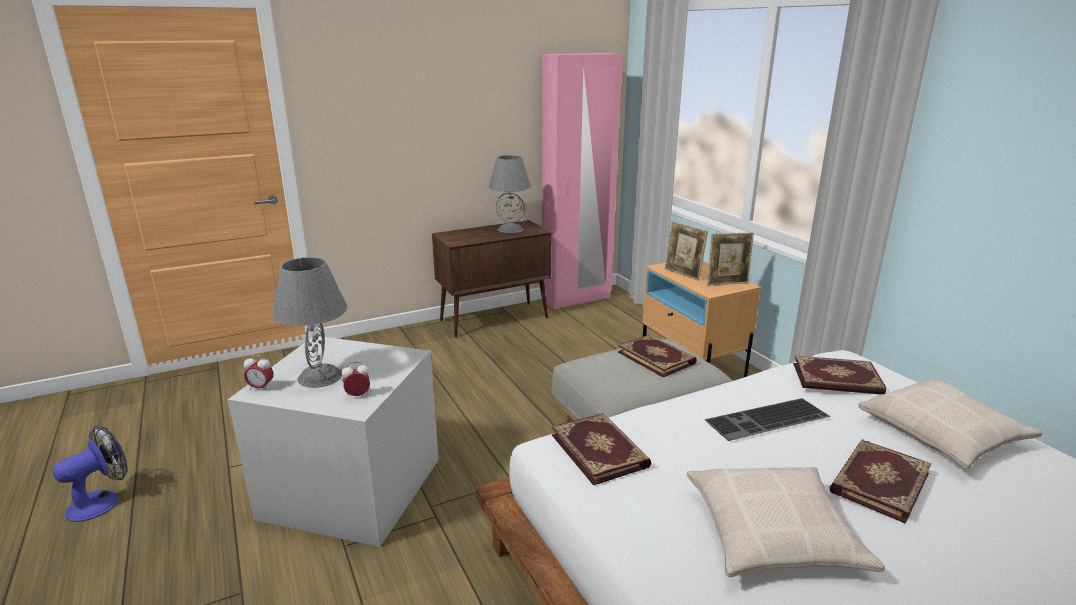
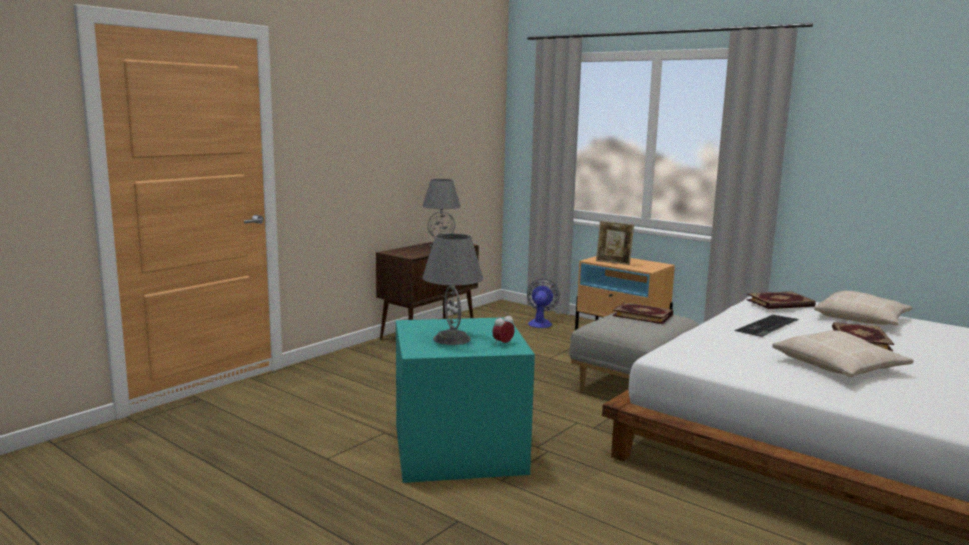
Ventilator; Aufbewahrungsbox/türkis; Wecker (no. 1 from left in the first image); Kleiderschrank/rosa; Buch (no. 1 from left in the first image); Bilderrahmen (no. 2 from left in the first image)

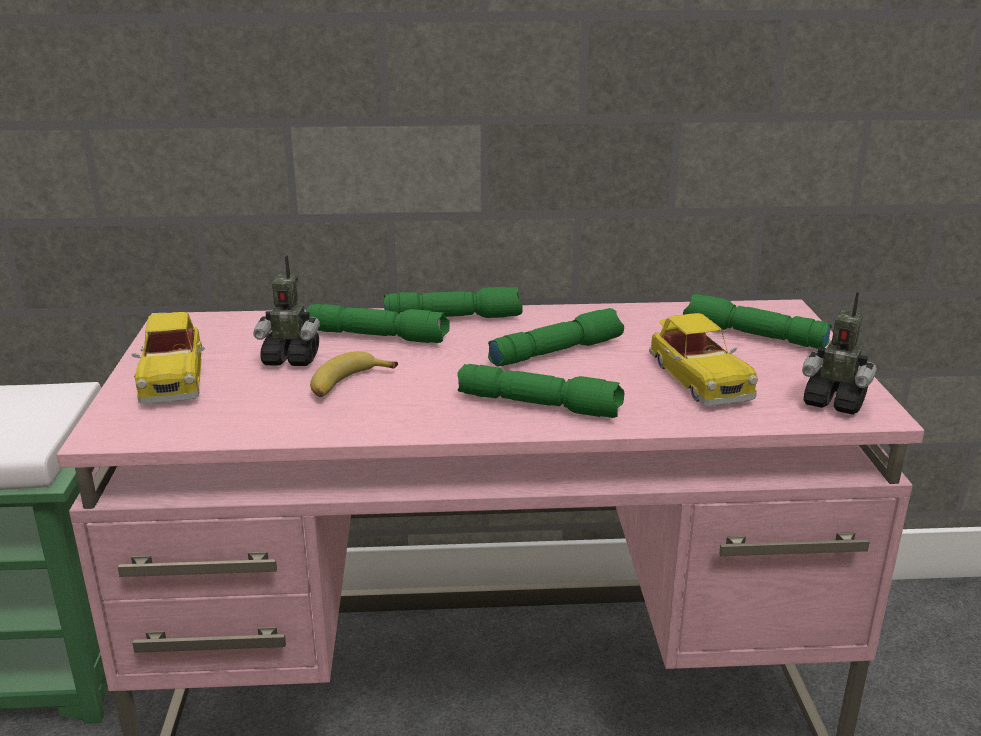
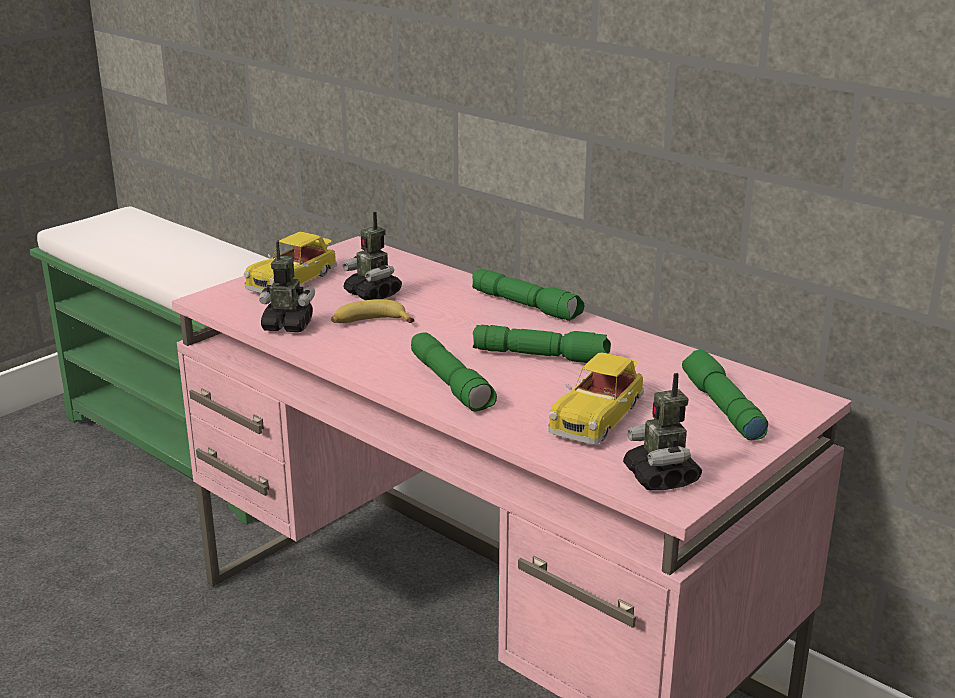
Taschenlampe/grün (no. 1 from left in the first image); Spielzeugroboter (no. 1 from left)

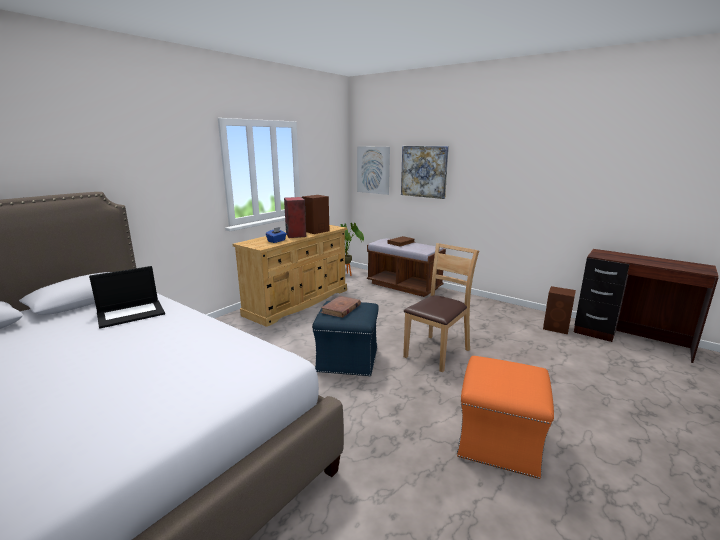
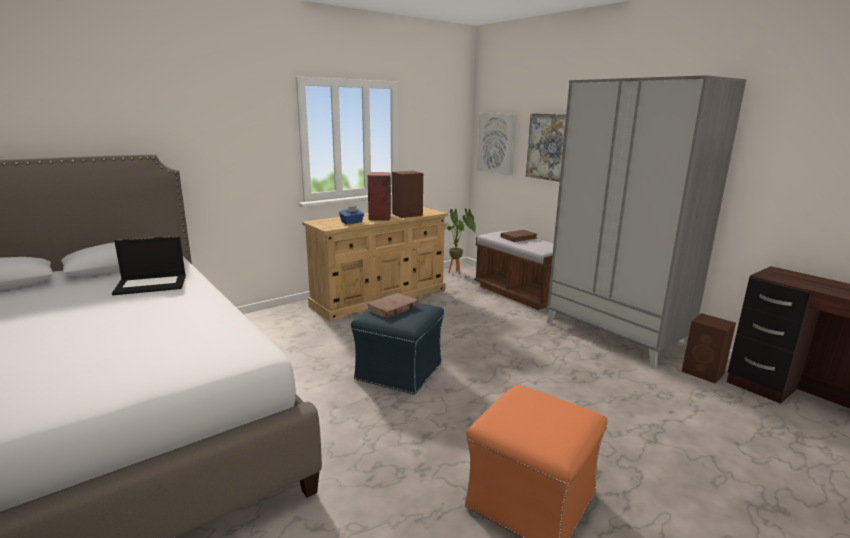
Stuhl/braun; Kleiderschrank/grau

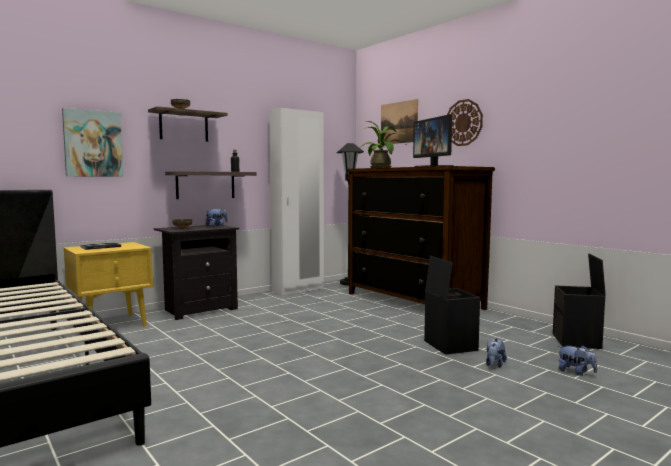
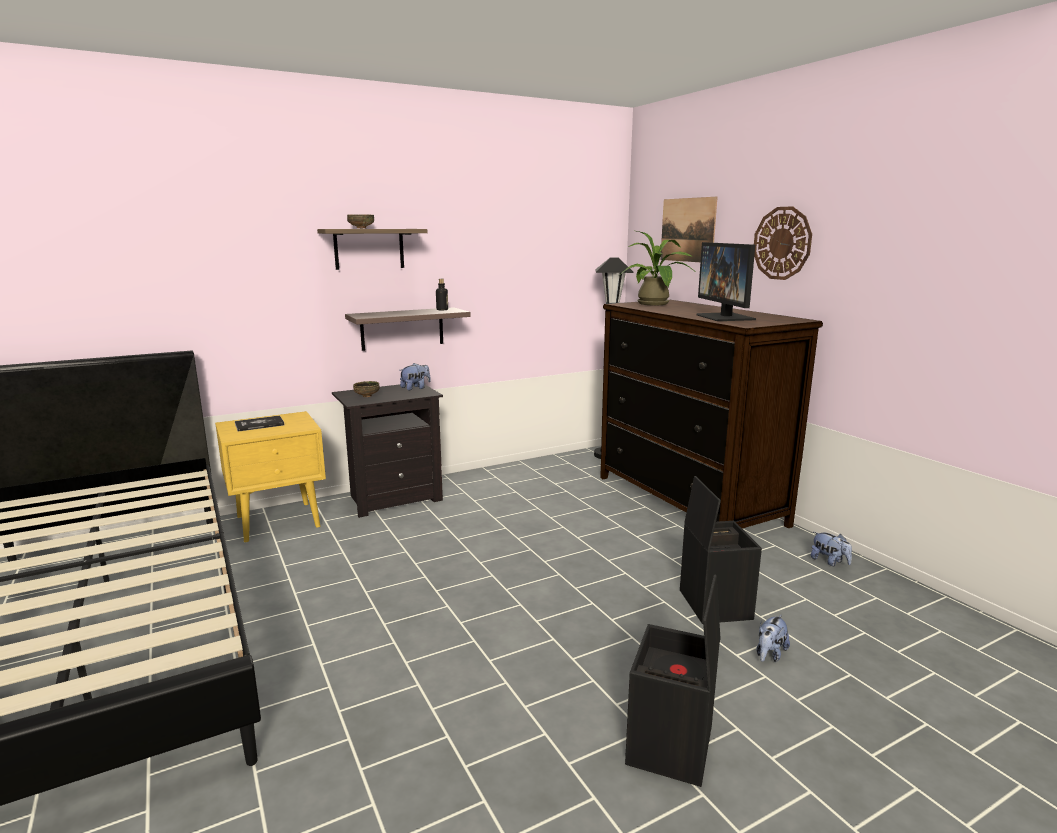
Bild (no. 1 from left in the first image); Kleiderschrank/weiß; Aufbewahrungsbox/schwarz (no. 1 from left); Plüschtier (no. 3 from left)

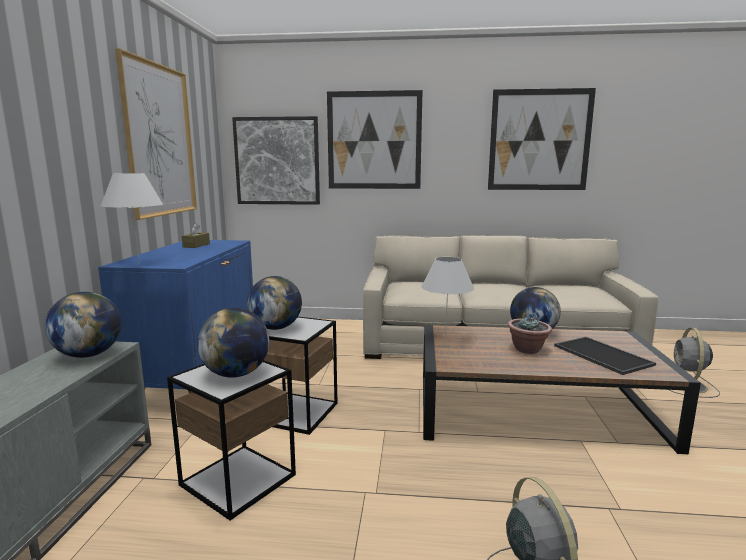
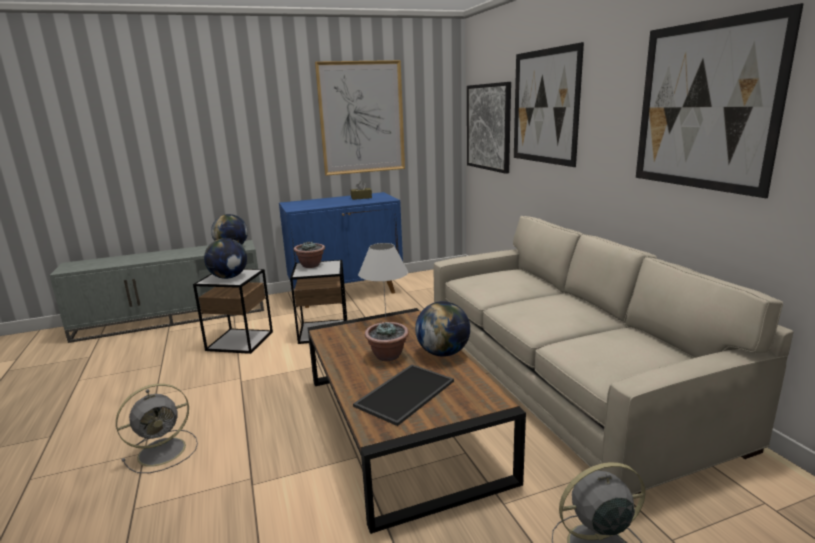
Tischlampe/weiß (no. 1 from left in the first image); Topfpflanze (no. 1 from left)

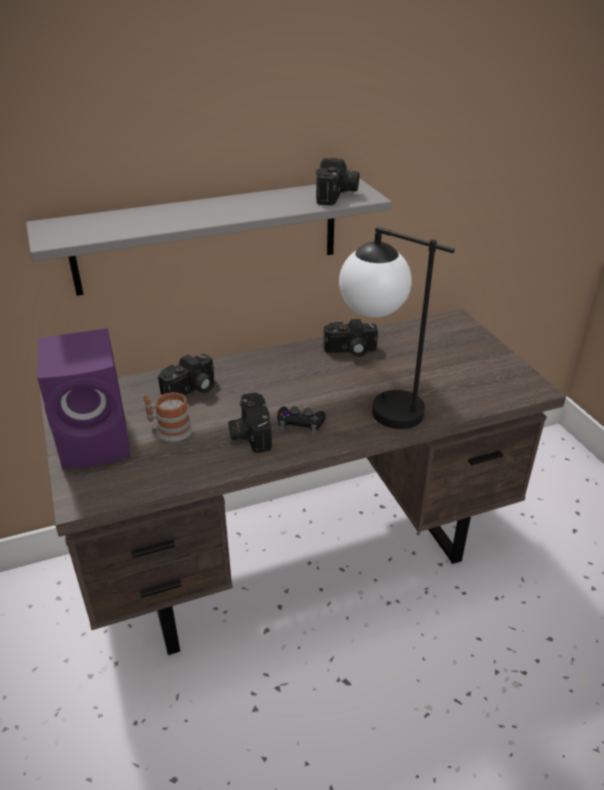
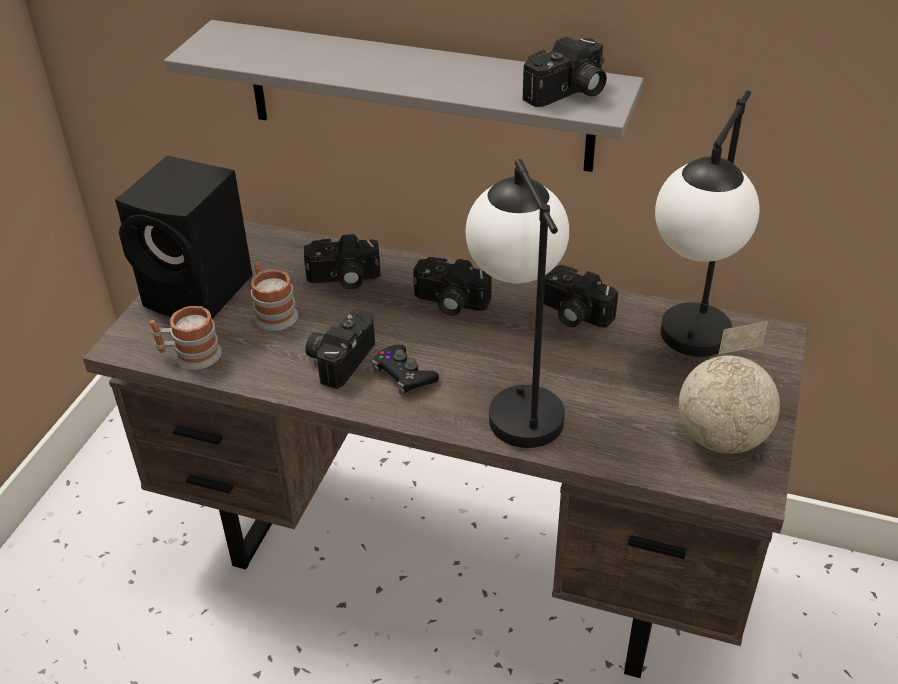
Lautsprecher/schwarz; Henkelbecher (no. 1 from left); Kamera (no. 3 from left); Tischlampe (no. 2 from left); Globus

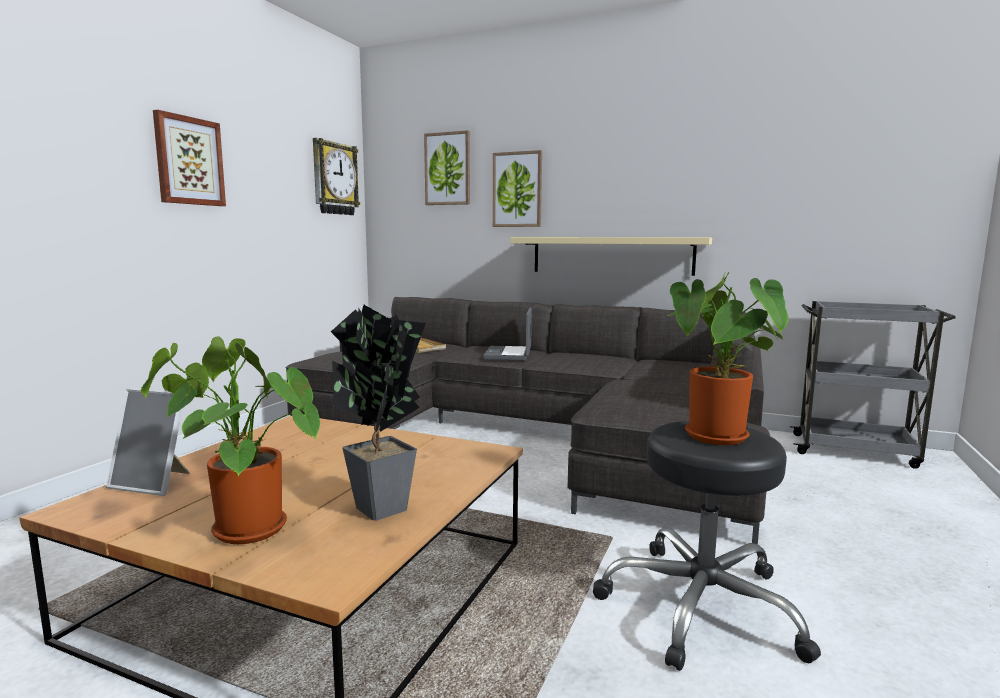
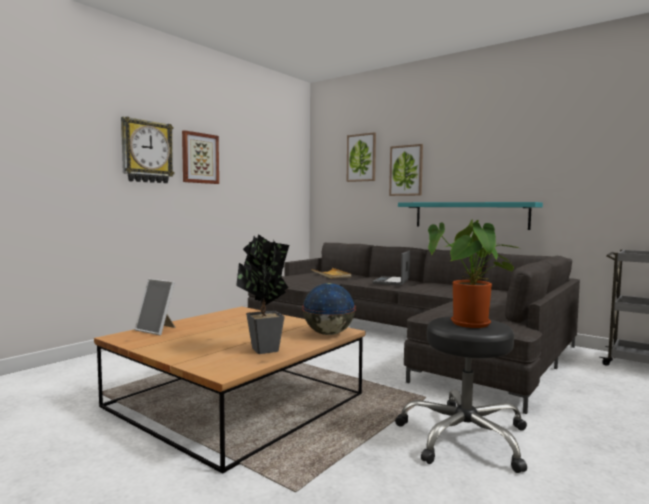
Topfpflanze (no. 1 from left in the first image); Wanduhr; Wandregal/türkis; Globus

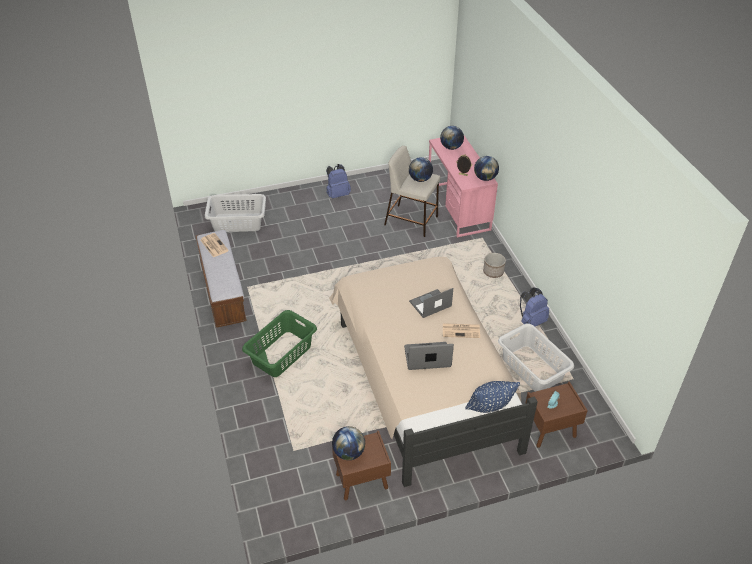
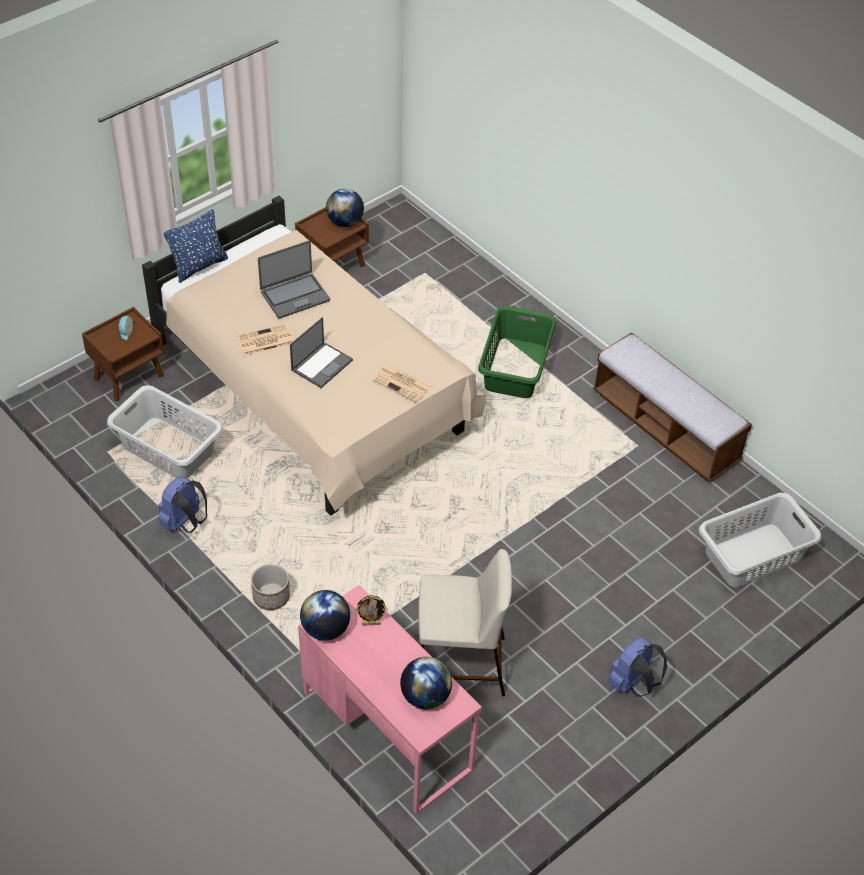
Zeitung (no. 2 from left); Globus (no. 2 from left in the first image)

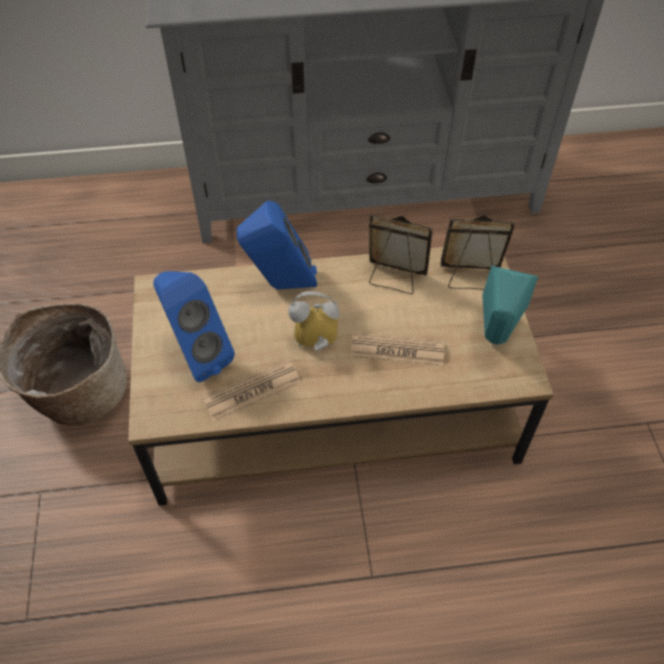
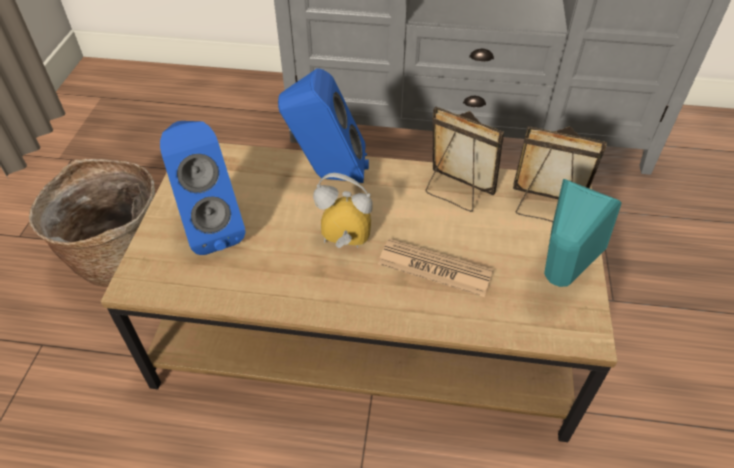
Zeitung (no. 1 from left in the first image)

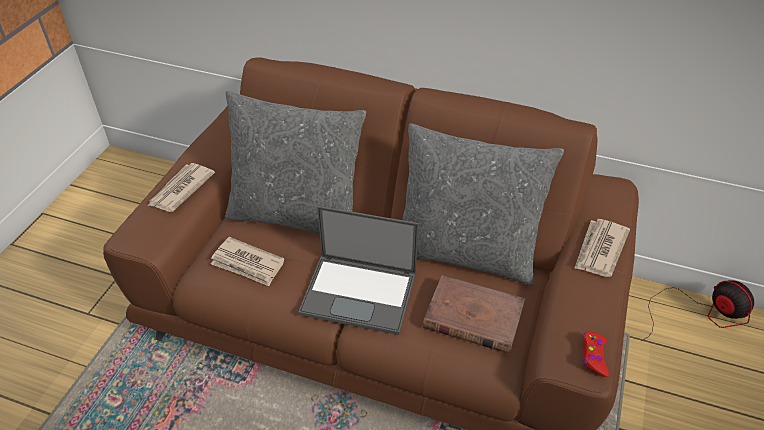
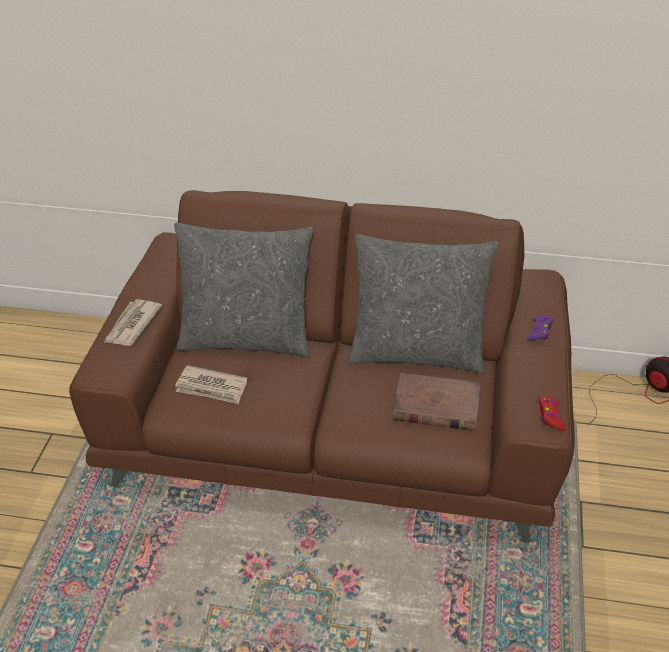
Laptop; Gamepad/lila

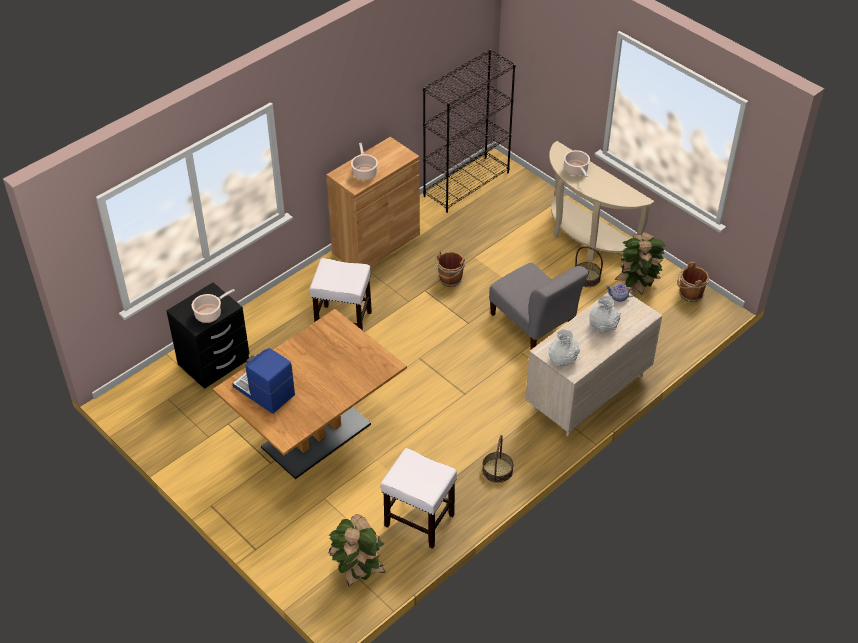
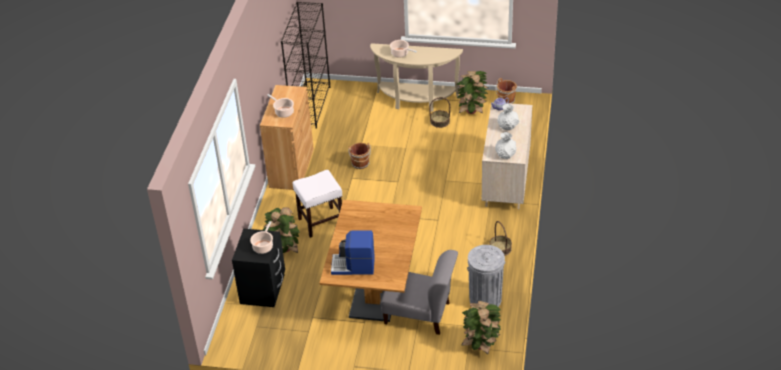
Mülleimer/grau; Stuhl/grau; Topfpflanze (no. 1 from left)

